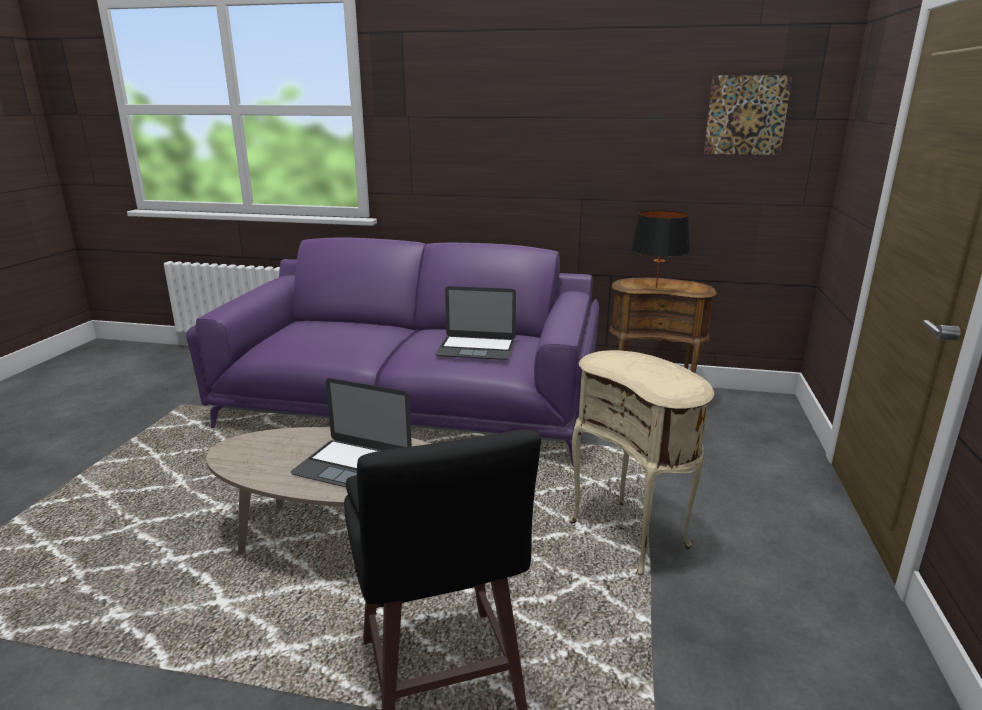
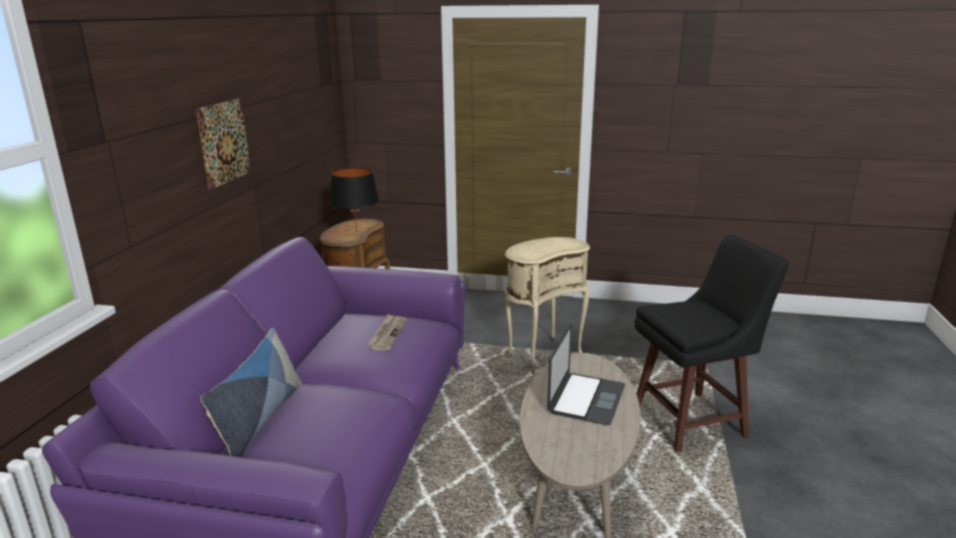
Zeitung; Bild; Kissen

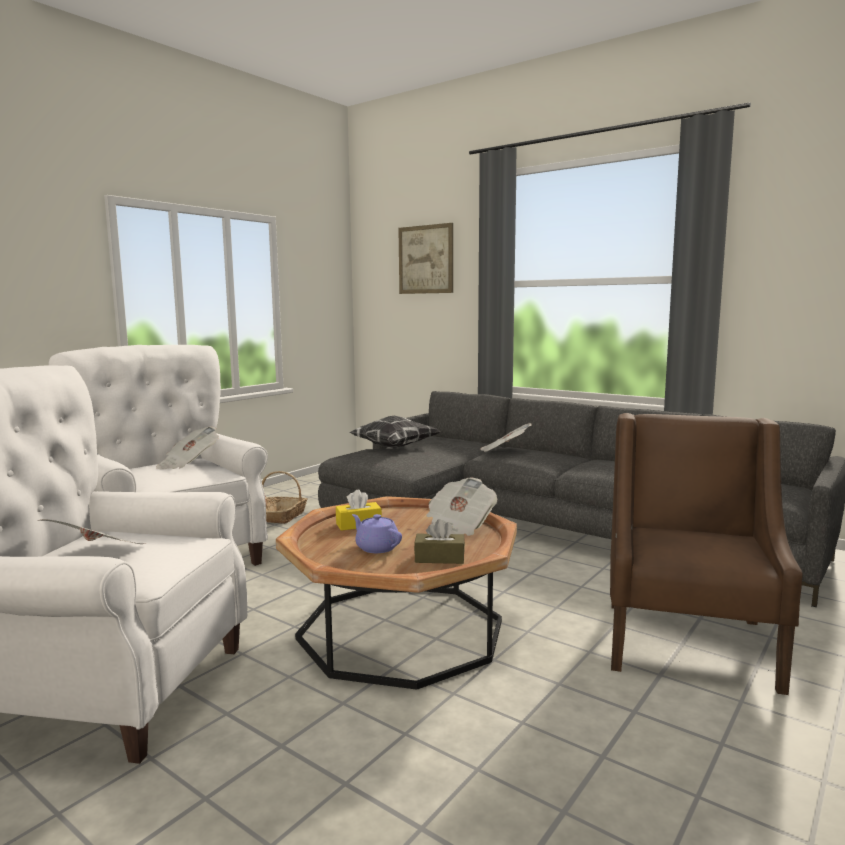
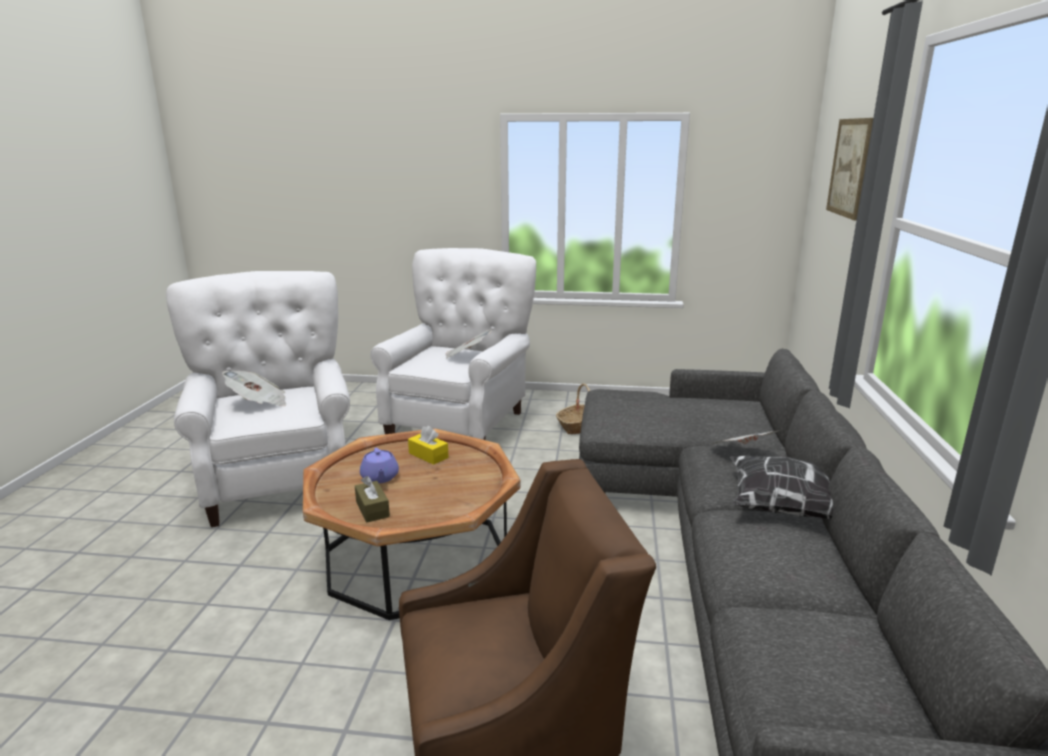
Kissen; Teekanne/lila; Zeitung (no. 3 from left in the first image)

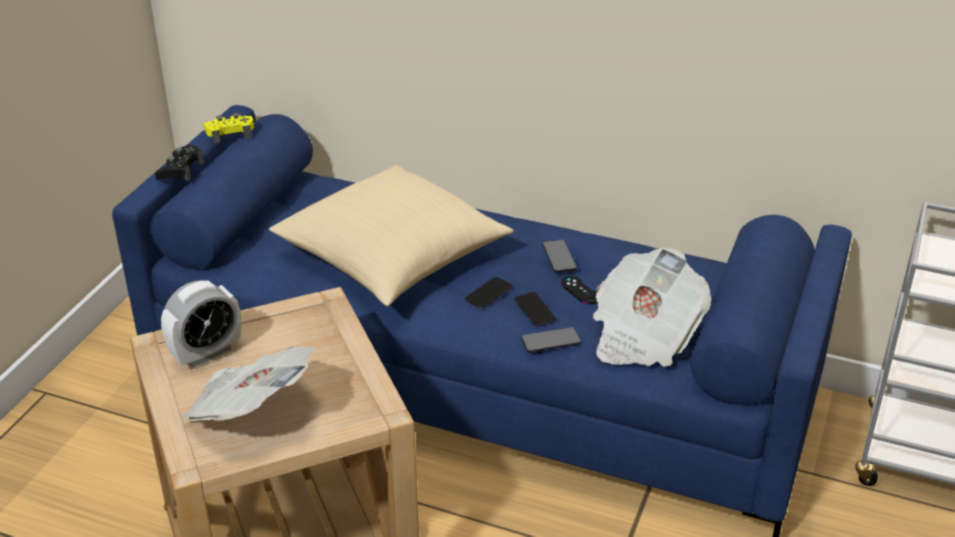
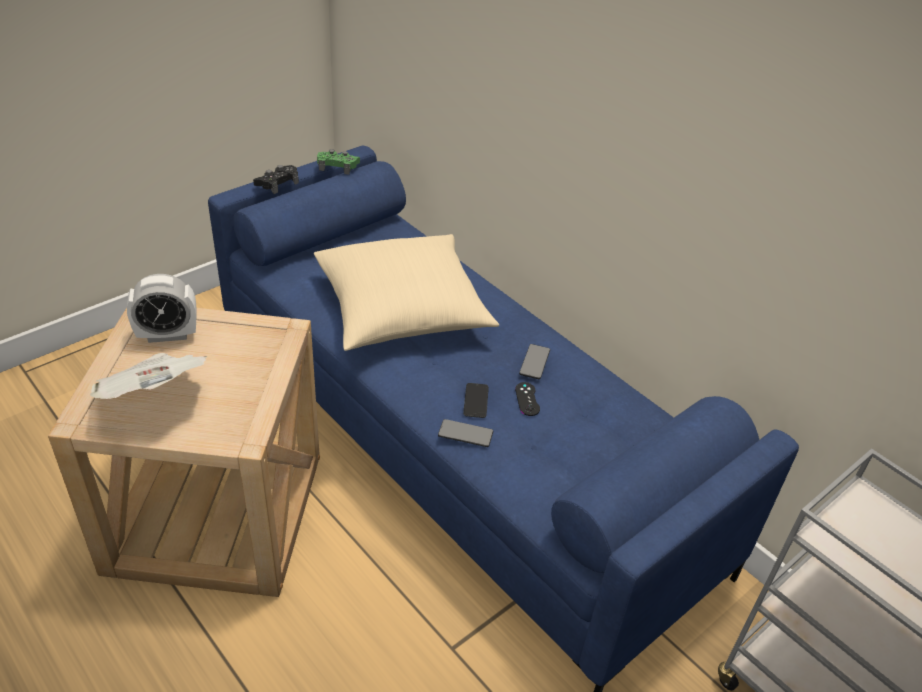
Gamepad/grün; Handy (no. 1 from left in the first image); Zeitung (no. 2 from left in the first image)

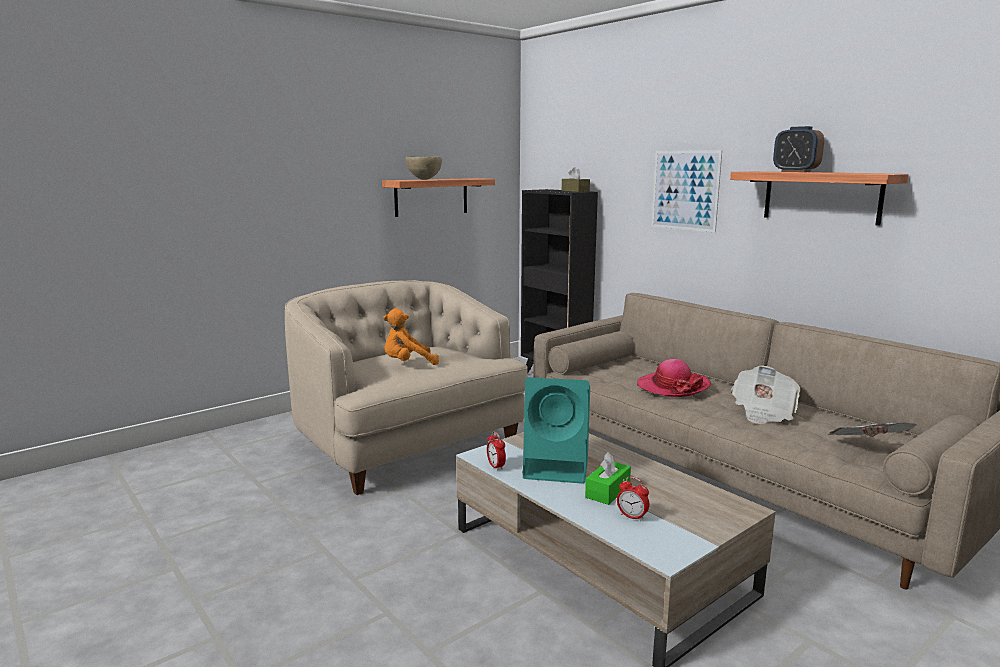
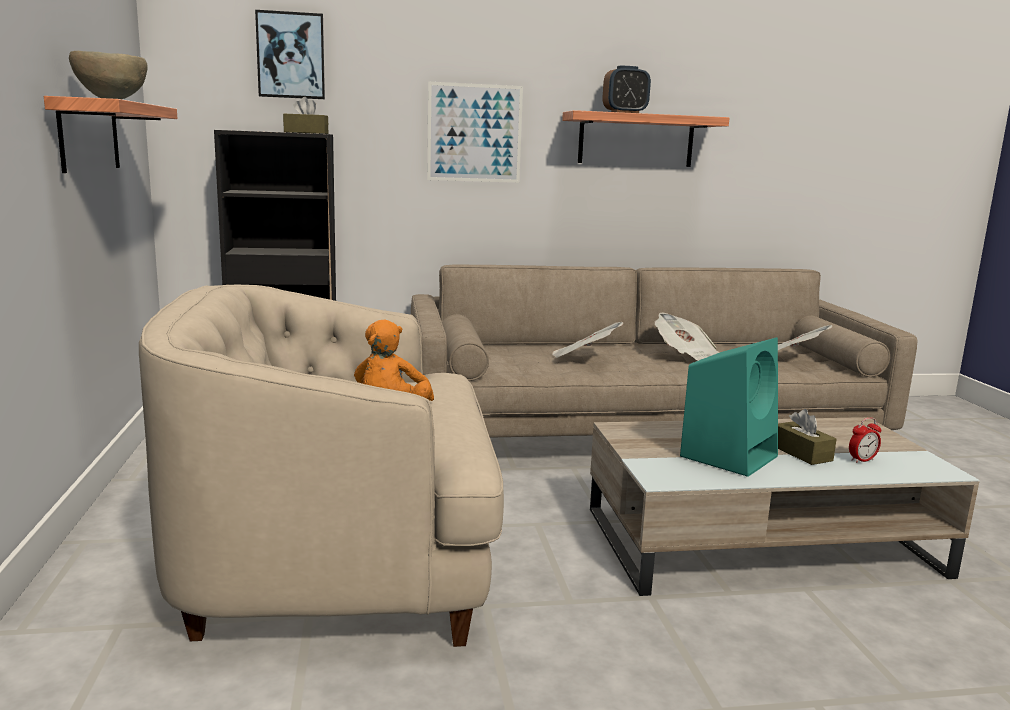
Wecker (no. 1 from left in the first image); Taschentuchbox/braun (no. 2 from left); Zeitung (no. 1 from left); Bild (no. 1 from left)

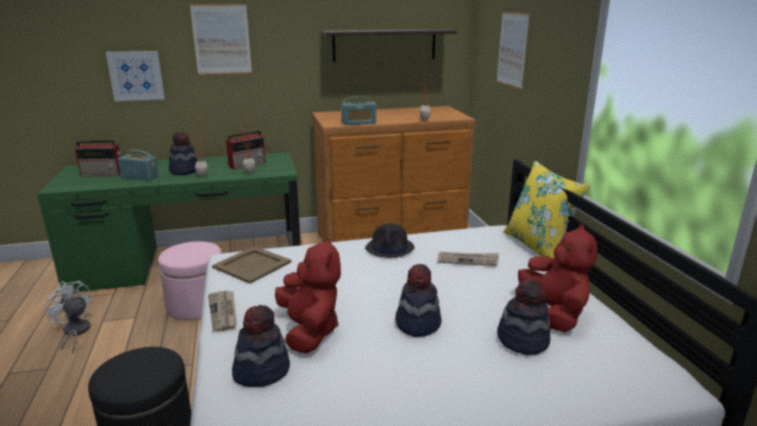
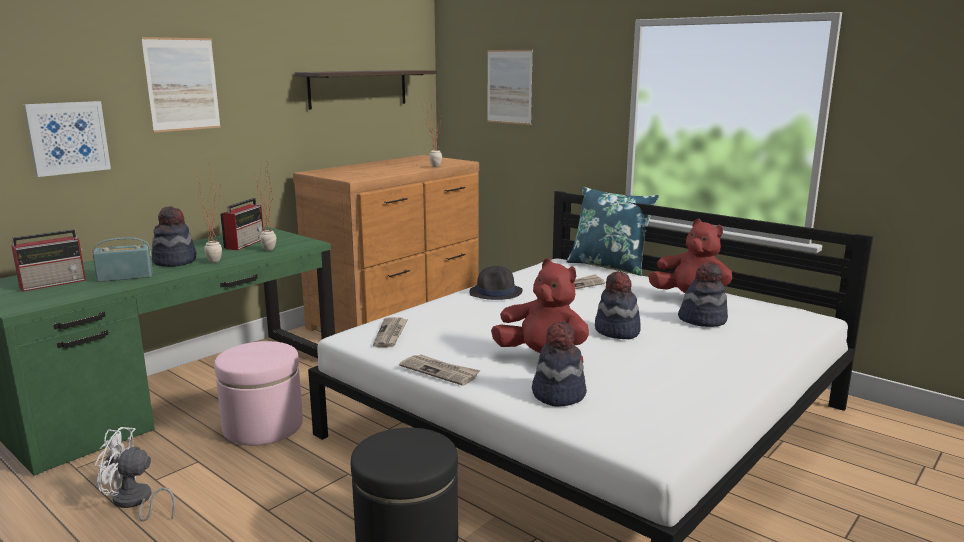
Zeitung (no. 1 from left); Radio (no. 4 from left in the first image); Kissen/blau

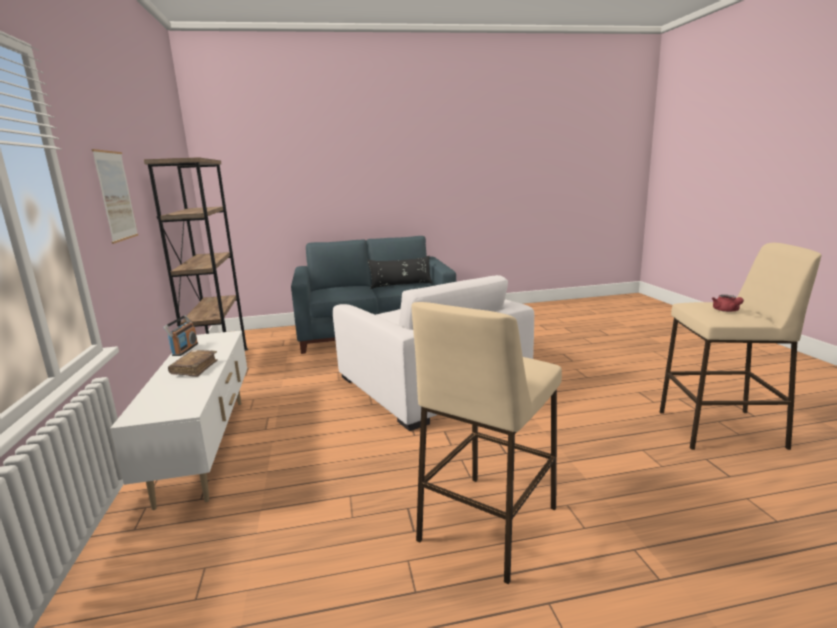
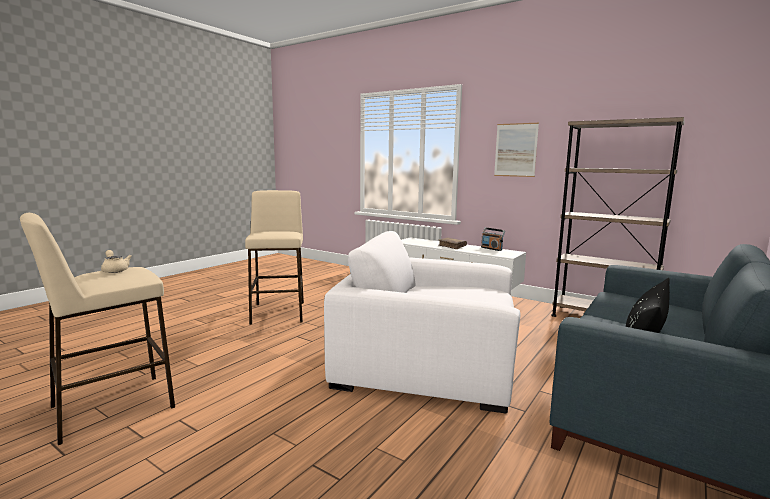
Teekanne/beige

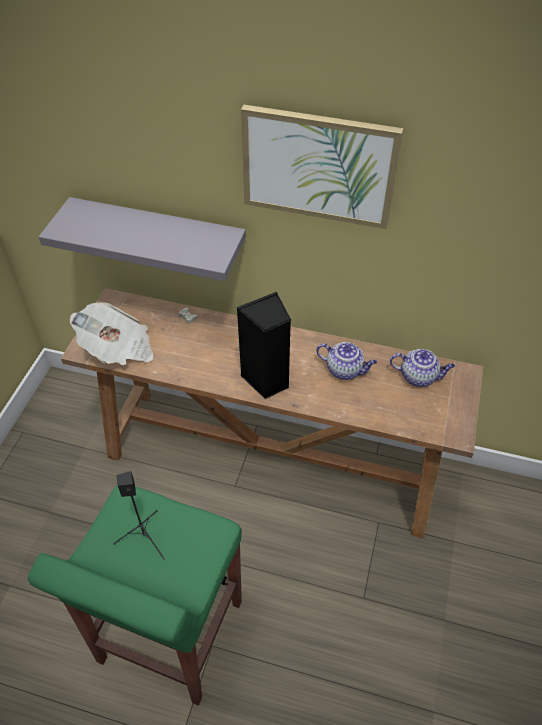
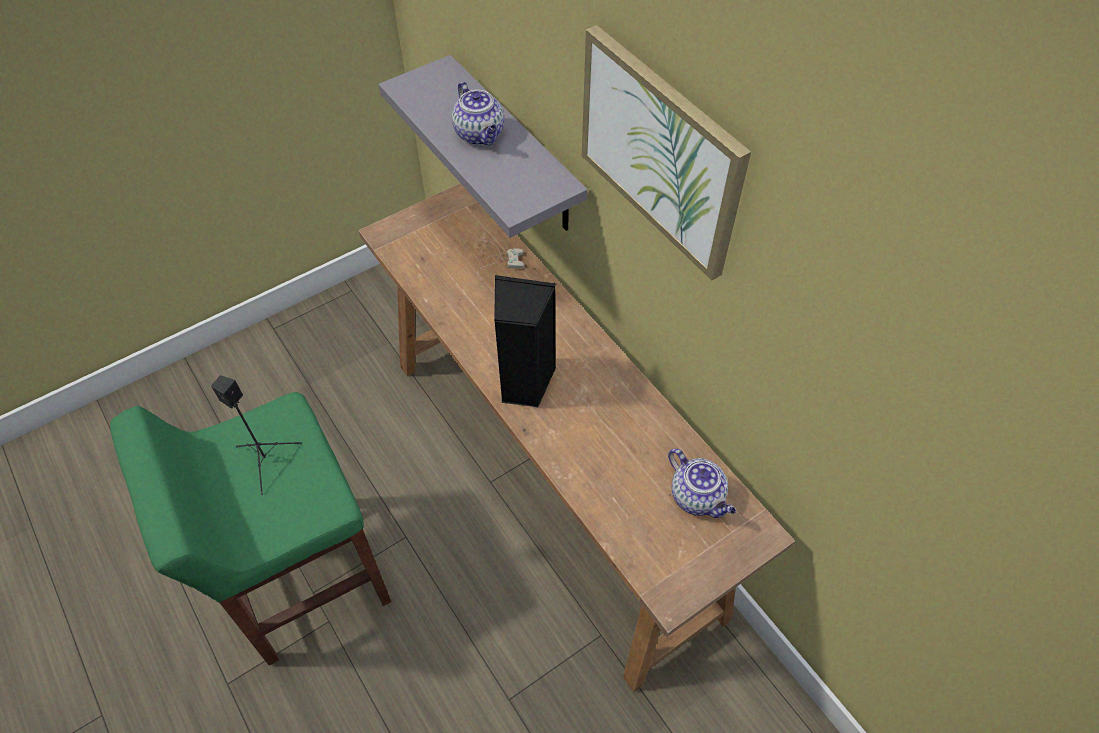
Zeitung; Teekanne (no. 1 from left)

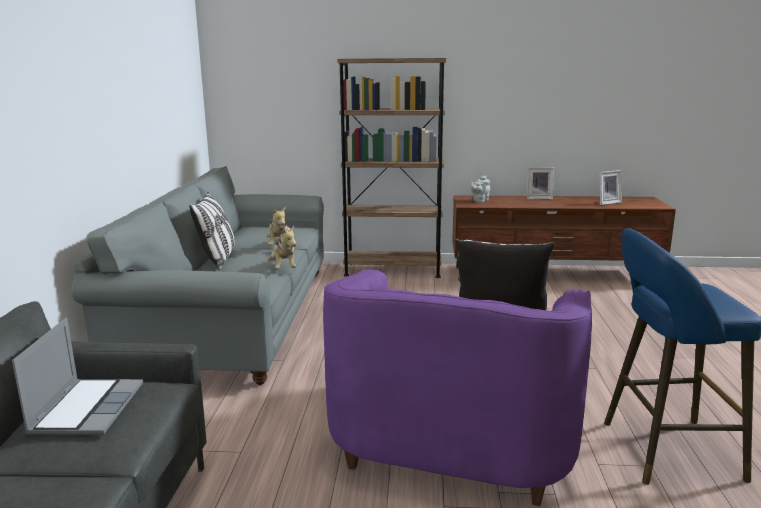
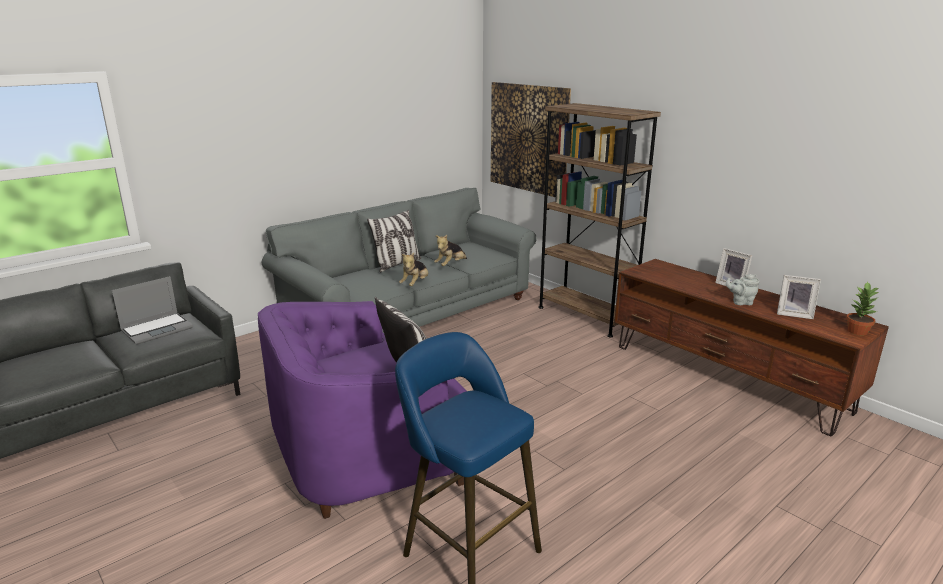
Teekanne/grau; Bild; Topfpflanze

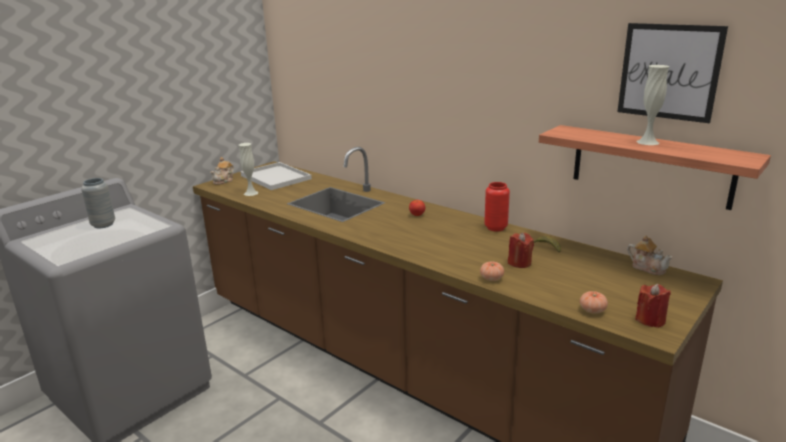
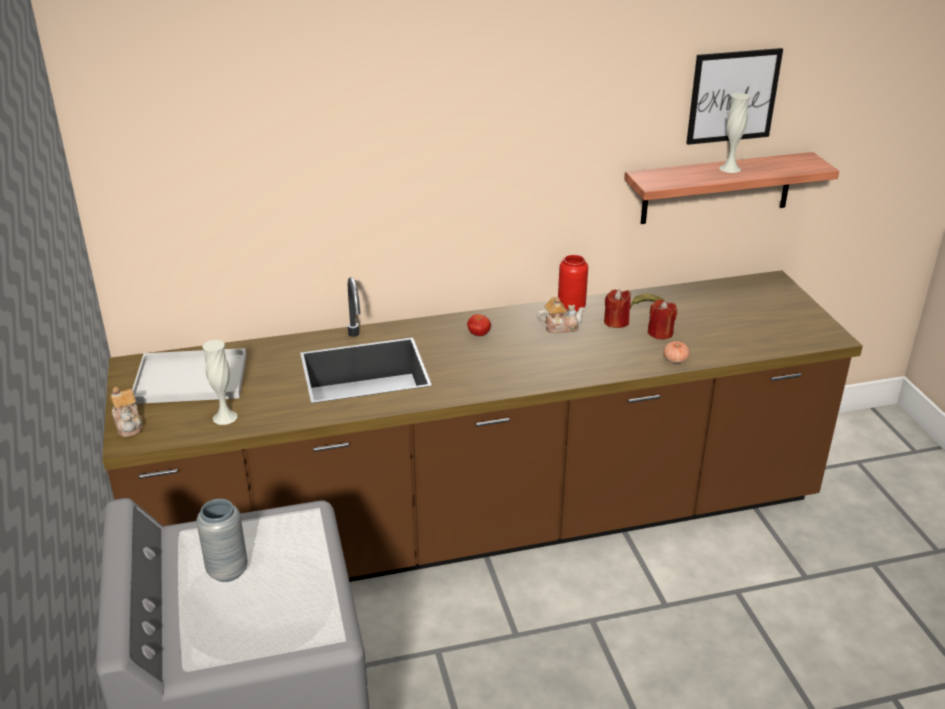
Tomate (no. 3 from left in the first image); Teekanne (no. 2 from left); Kerze/rot (no. 1 from left)

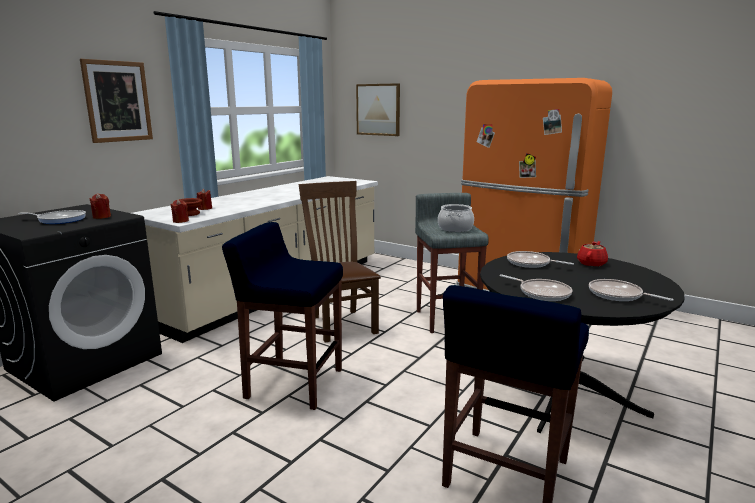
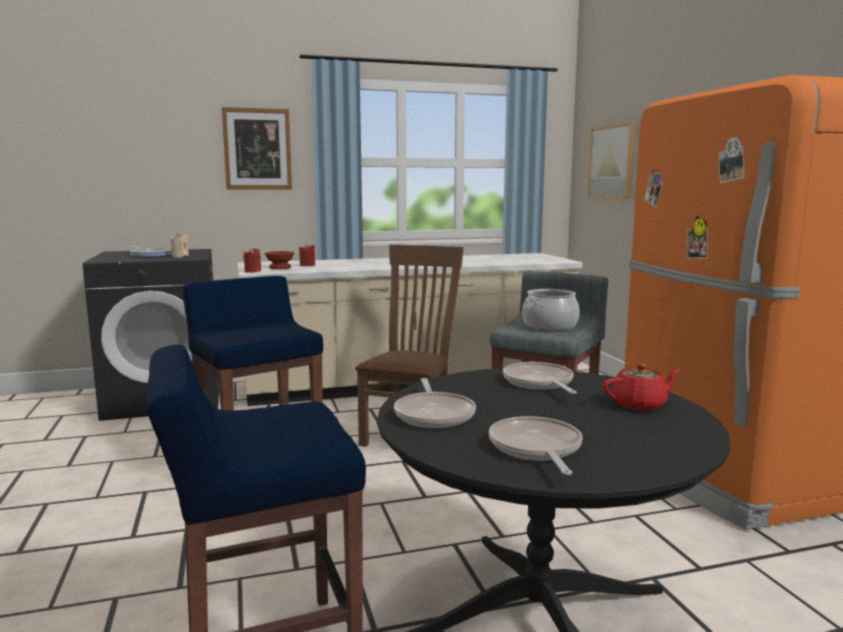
Kerze/beige

